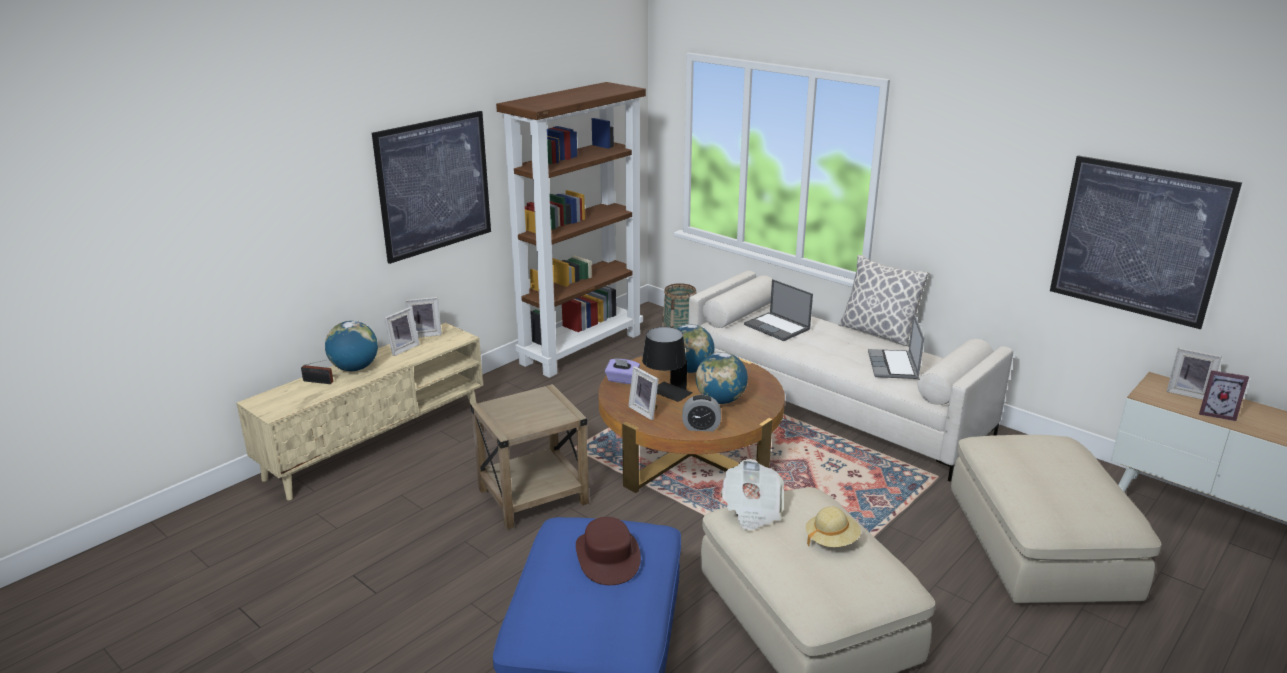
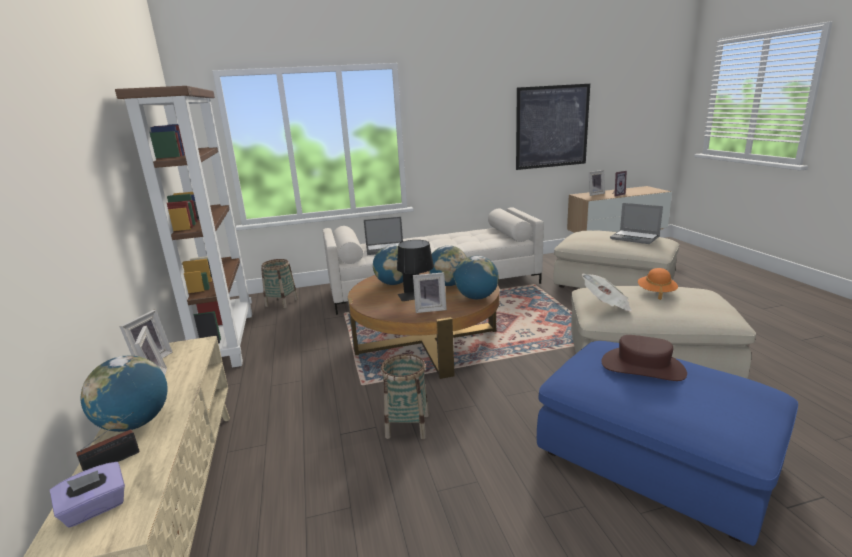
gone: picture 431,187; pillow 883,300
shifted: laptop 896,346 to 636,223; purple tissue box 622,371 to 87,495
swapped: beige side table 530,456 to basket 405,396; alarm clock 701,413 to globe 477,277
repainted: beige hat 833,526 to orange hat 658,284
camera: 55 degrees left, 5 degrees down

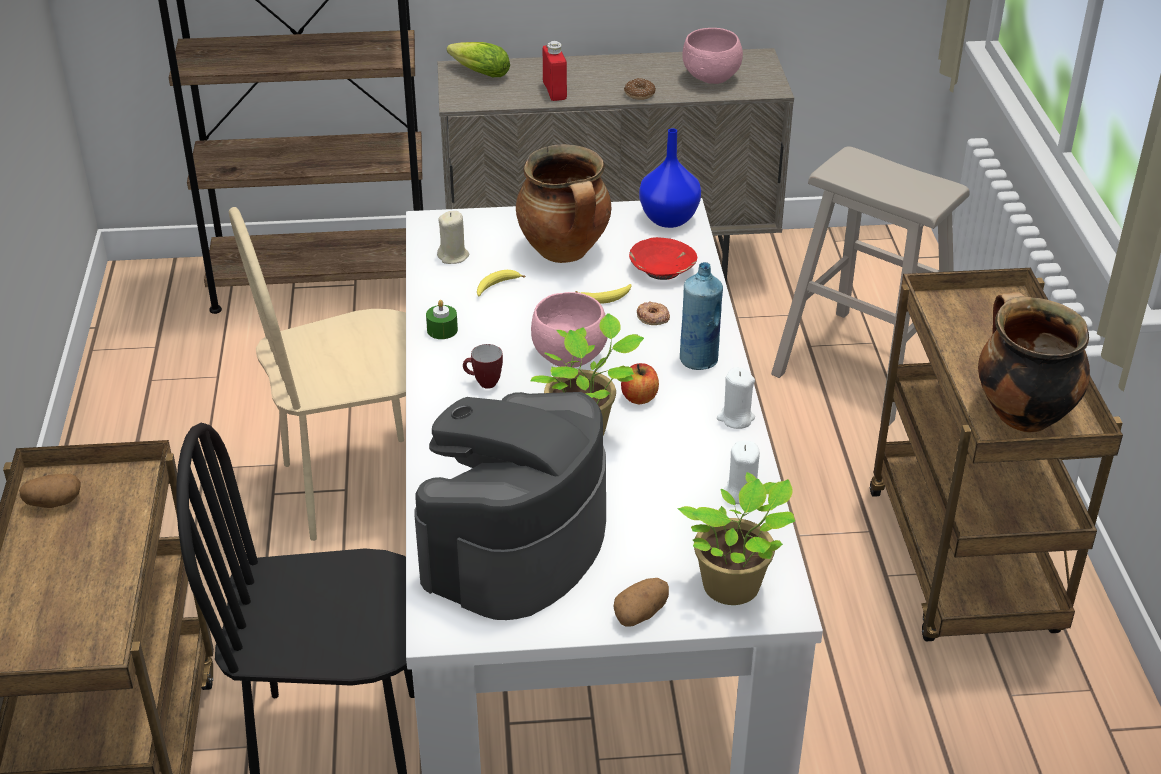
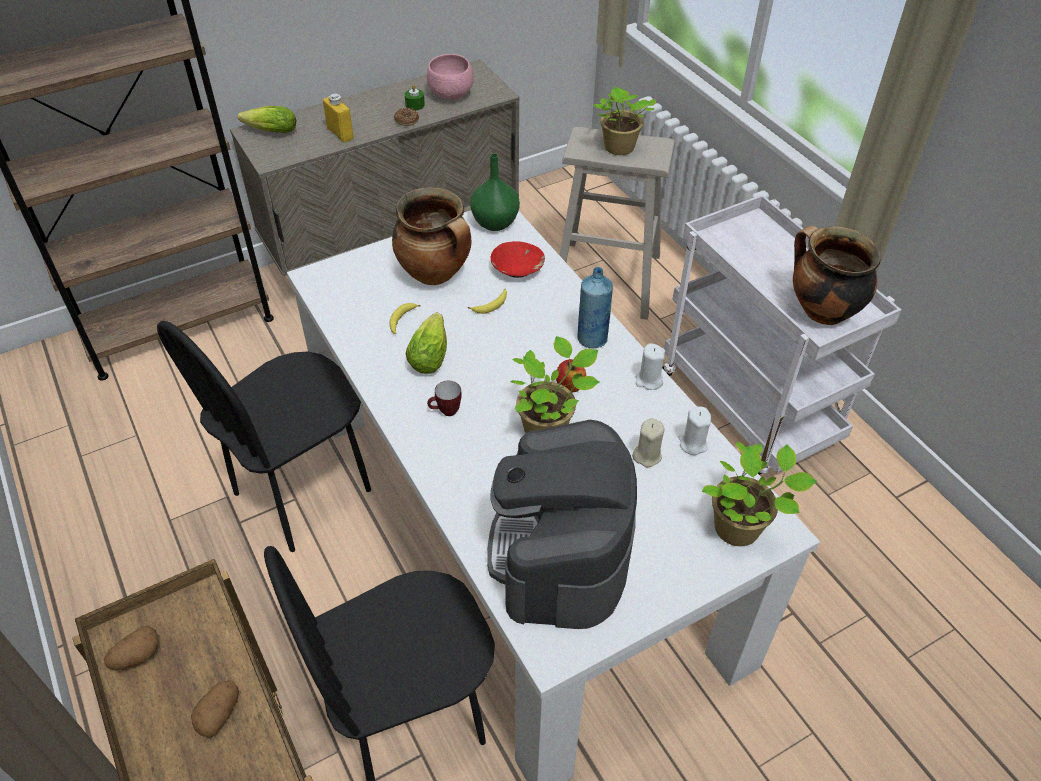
gone: pink bowl 569,330; donut 653,313
new: potted plant 625,121; lettuce 426,343
shifted: beige candle 453,237 to 648,442; green candle 442,319 to 415,97; potato 641,602 to 215,709
repainted: red bottle 555,71 to yellow bottle 338,117; blue vase 670,178 to green vase 495,192; beige chair 317,374 to black chair 264,436; brown cart 996,454 to white cart 782,335
camera: 25 degrees left, 10 degrees up

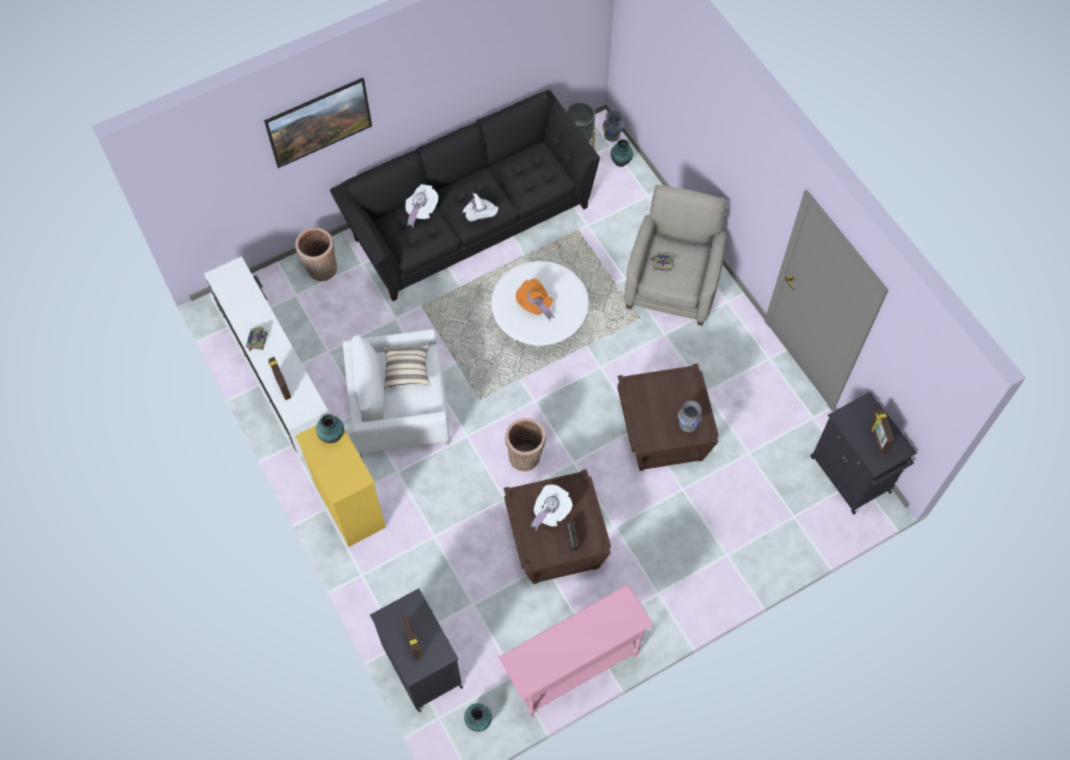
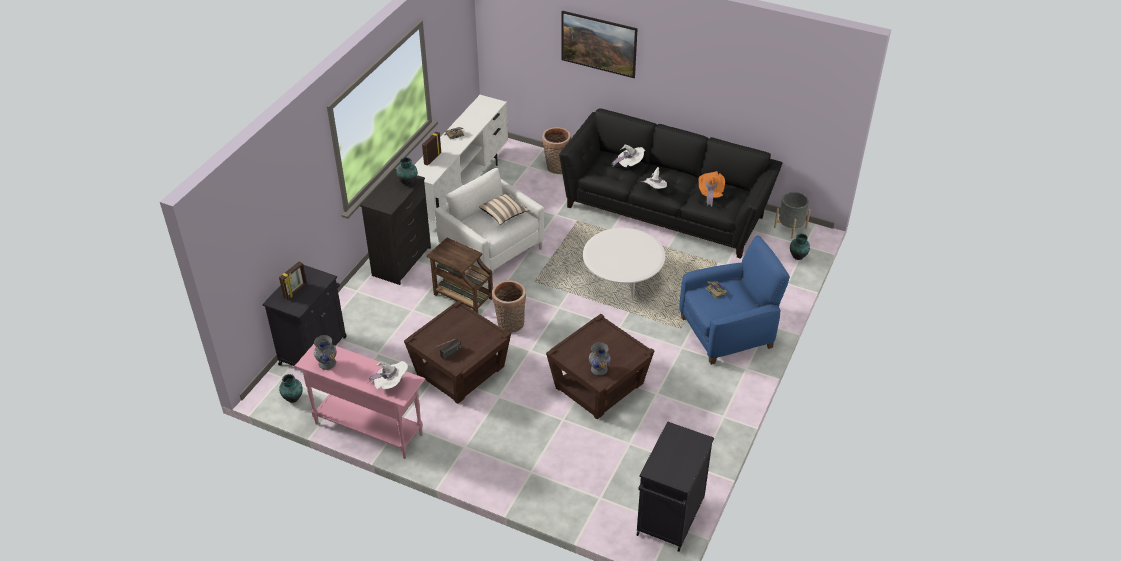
gone: picture frame 883,432
new: brown side table 460,275
shifted: grey vase 613,126 to 325,352; orange hat 535,299 to 711,189; white hat 552,508 to 387,375
repainted: beige armchair 676,255 to blue armchair 735,300; yellow dresser 340,481 to black dresser 395,227
camera: 55 degrees right, 20 degrees down

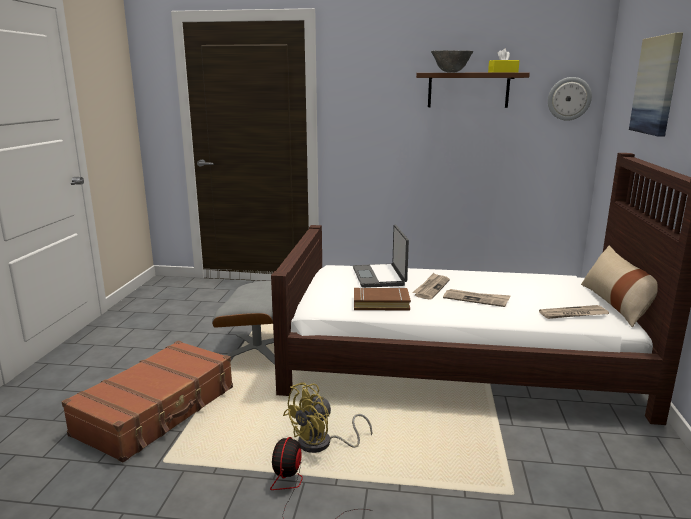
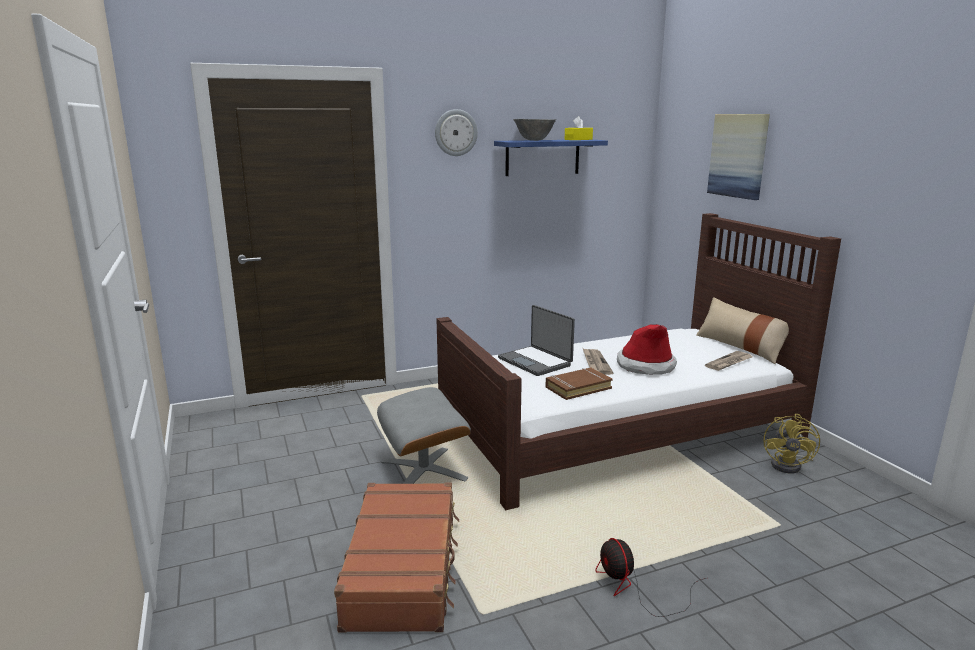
shifted: wall clock 570,99 to 456,132; yellow fan 327,417 to 792,443
swapped: newspaper 477,298 to hat 647,349
repainted: brown shelf 473,90 to blue shelf 551,158
camera: 30 degrees left, 0 degrees up

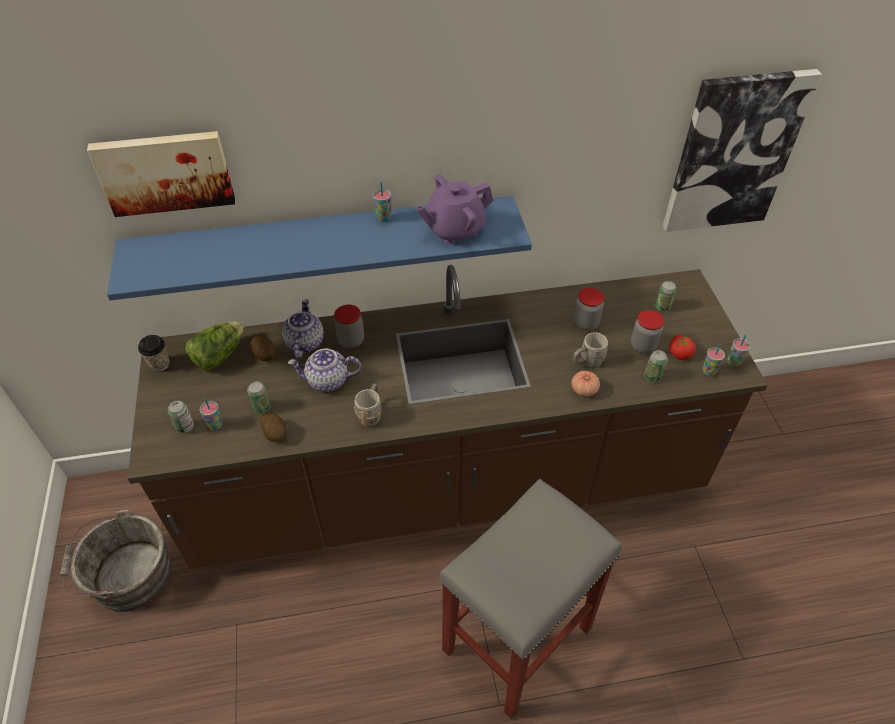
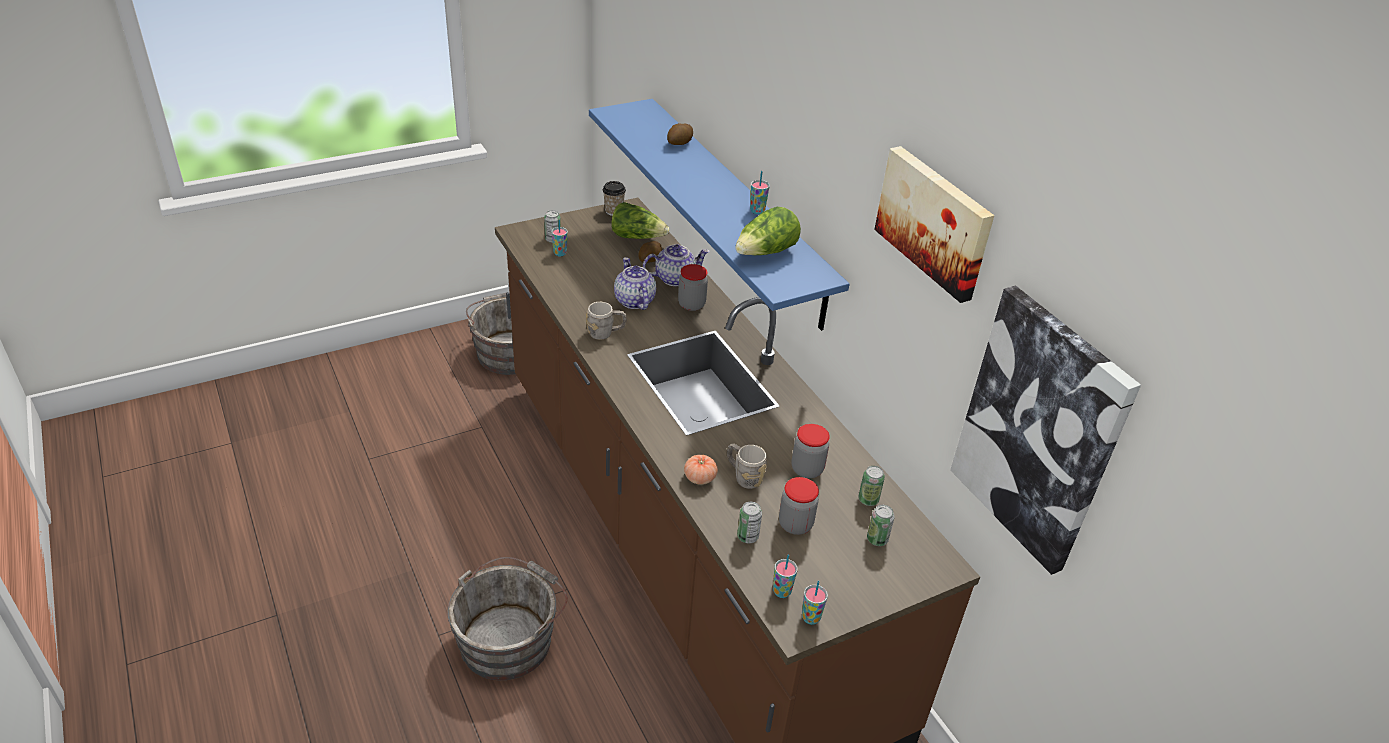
gone: tomato 682,347
shifted: picture 161,174 to 934,224; can 259,397 to 871,486; potato 273,427 to 680,134
swapped: purple teapot 454,209 to lettuce 768,231; grey stool 530,599 to grey bucket 508,618
camera: 70 degrees right, 10 degrees down

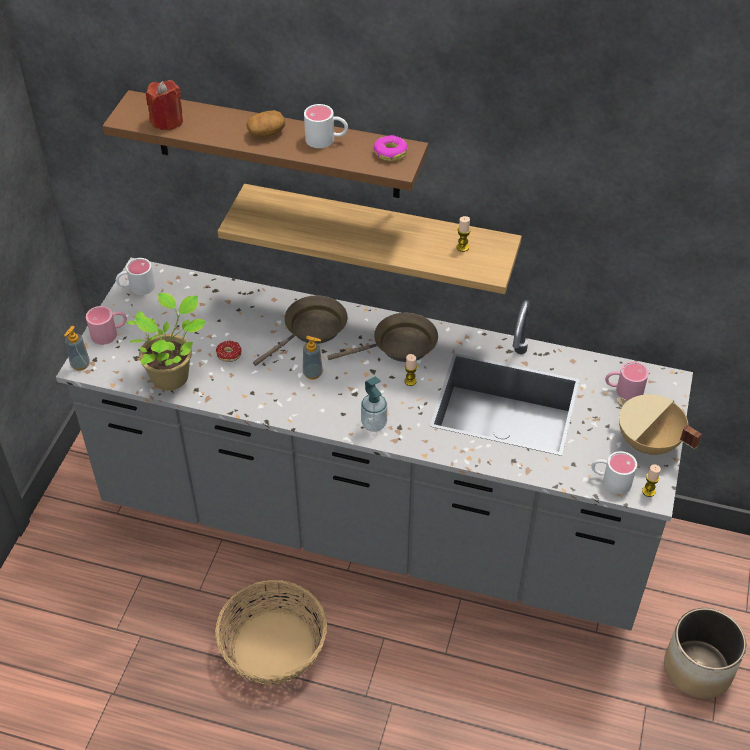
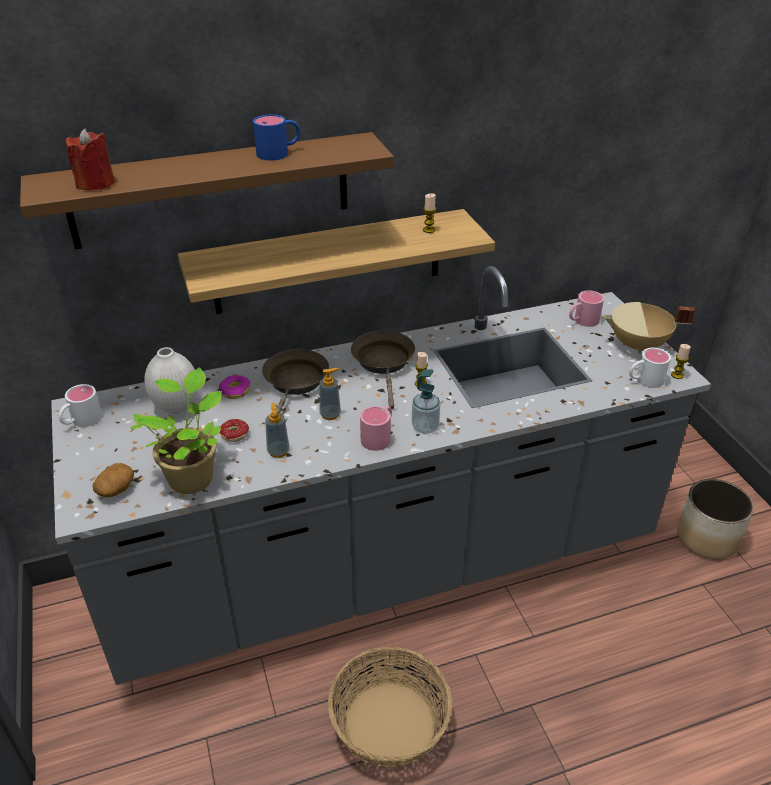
new: white vase 170,380
shifted: potato 265,123 to 113,480; donut 390,148 to 235,387; pink mug 106,325 to 376,428; soap dispenser 77,348 to 277,430
repainted: white mug 326,126 to blue mug 276,137
rotated: brown frying pan 383,337 = 383,369 45 degrees counterclockwise
camera: 35 degrees left, 10 degrees down

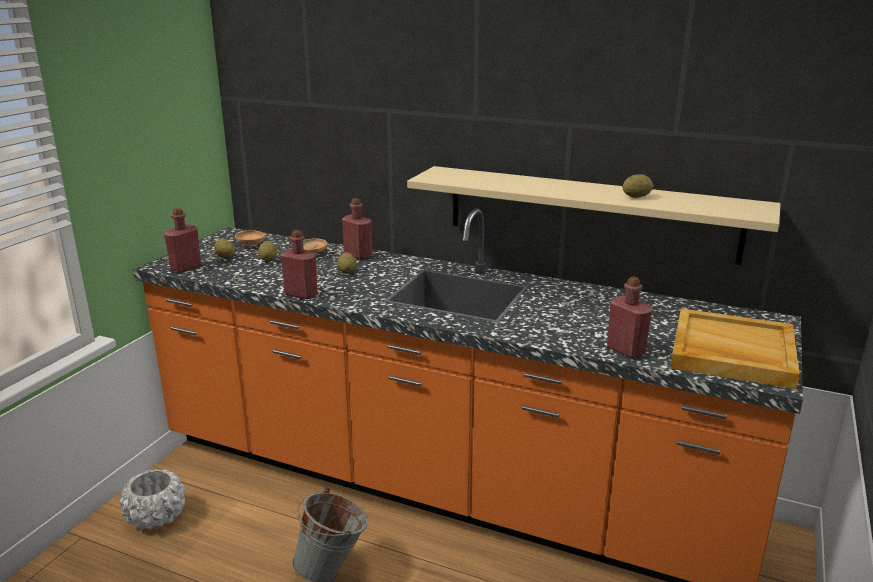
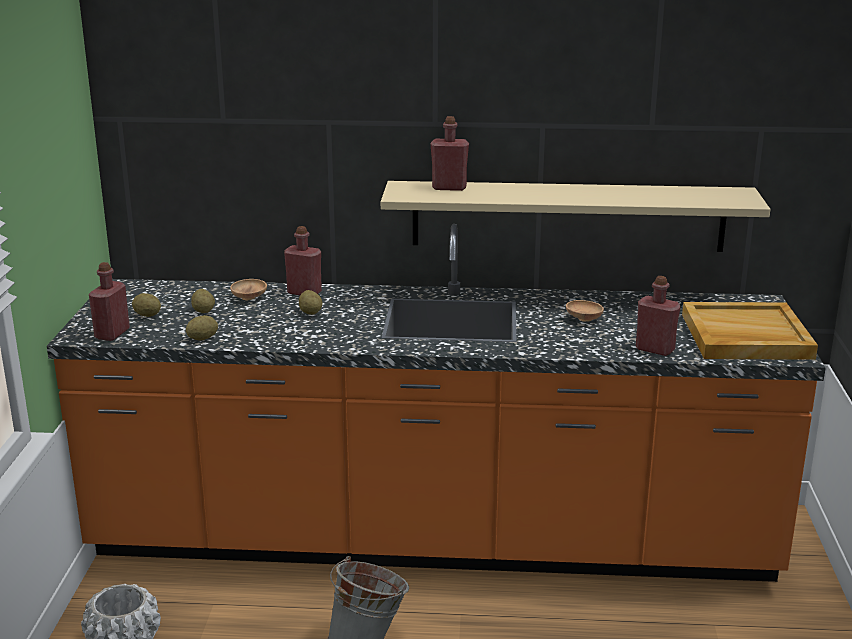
shifted: potato 638,186 to 202,327; brown bowl 250,238 to 585,311; red bottle 299,264 to 450,153
camera: 20 degrees left, 0 degrees up

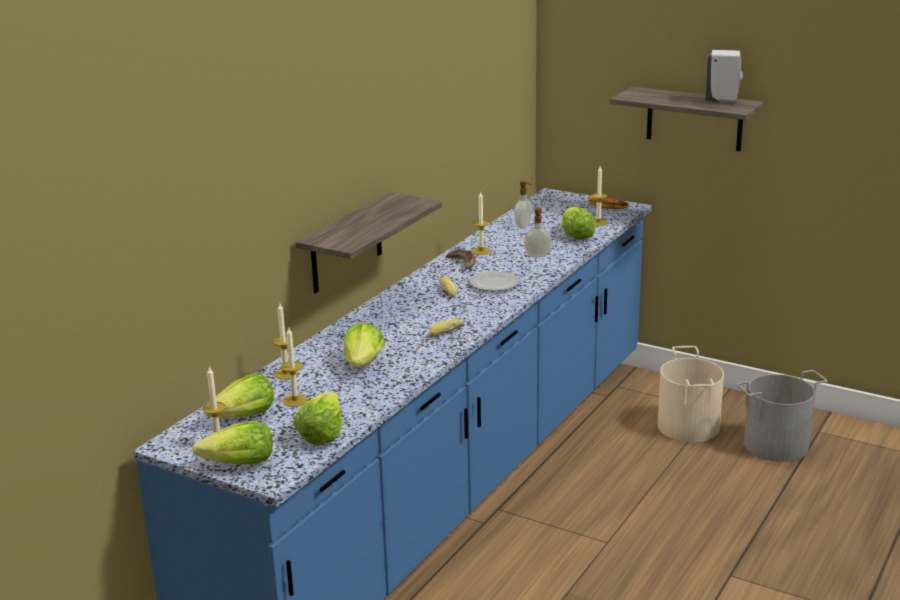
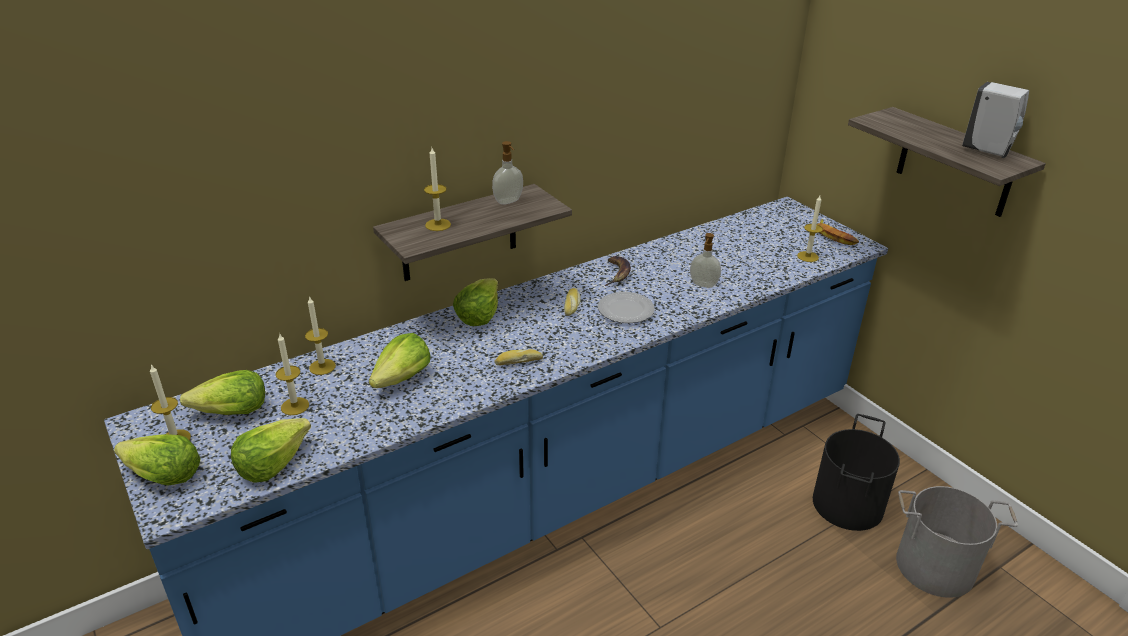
shifted: soap dispenser 523,204 to 507,173; candle 481,223 to 437,189; lettuce 578,223 to 475,302
repainted: beige bucket 691,394 to black bucket 856,472
camera: 25 degrees right, 10 degrees up

